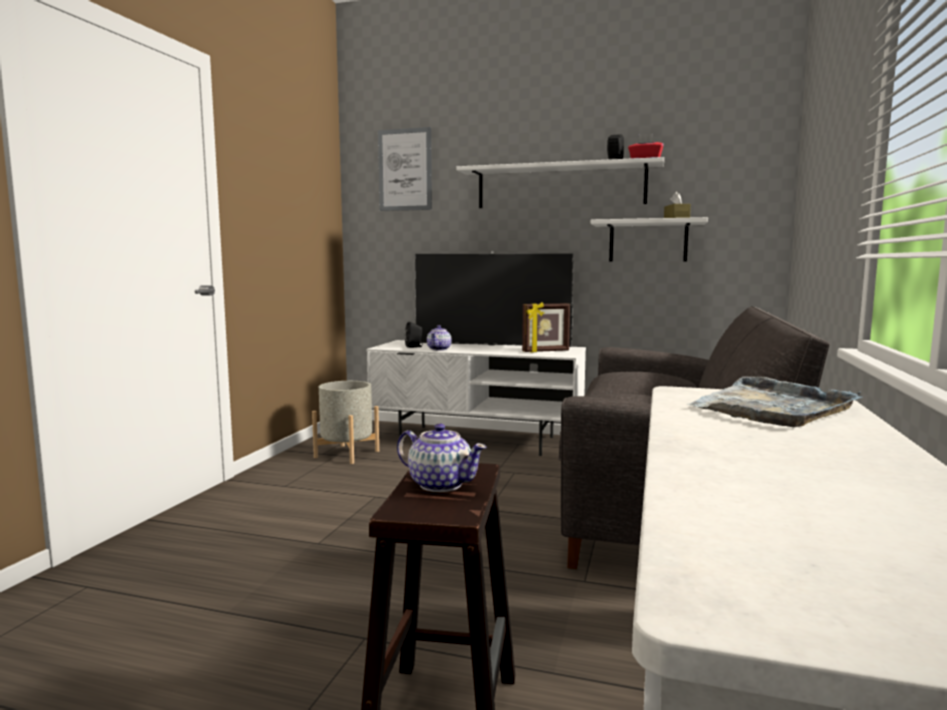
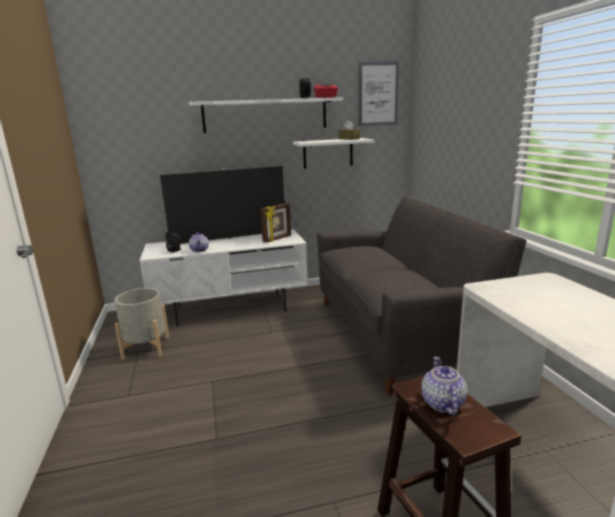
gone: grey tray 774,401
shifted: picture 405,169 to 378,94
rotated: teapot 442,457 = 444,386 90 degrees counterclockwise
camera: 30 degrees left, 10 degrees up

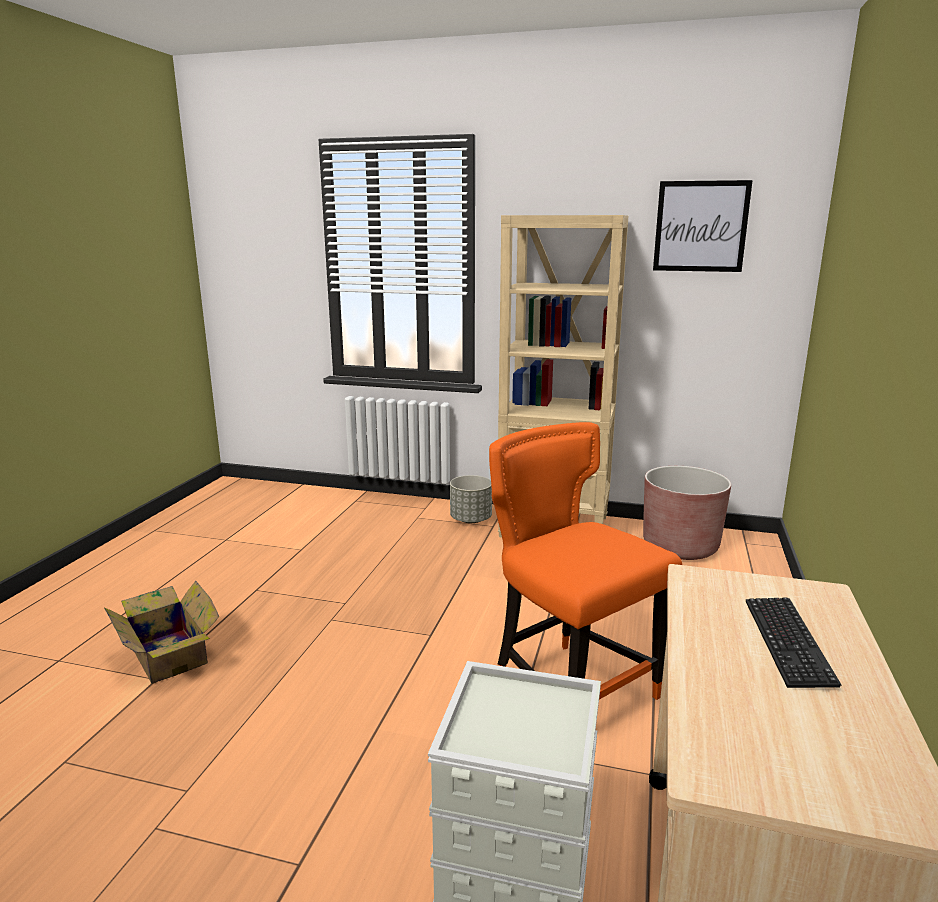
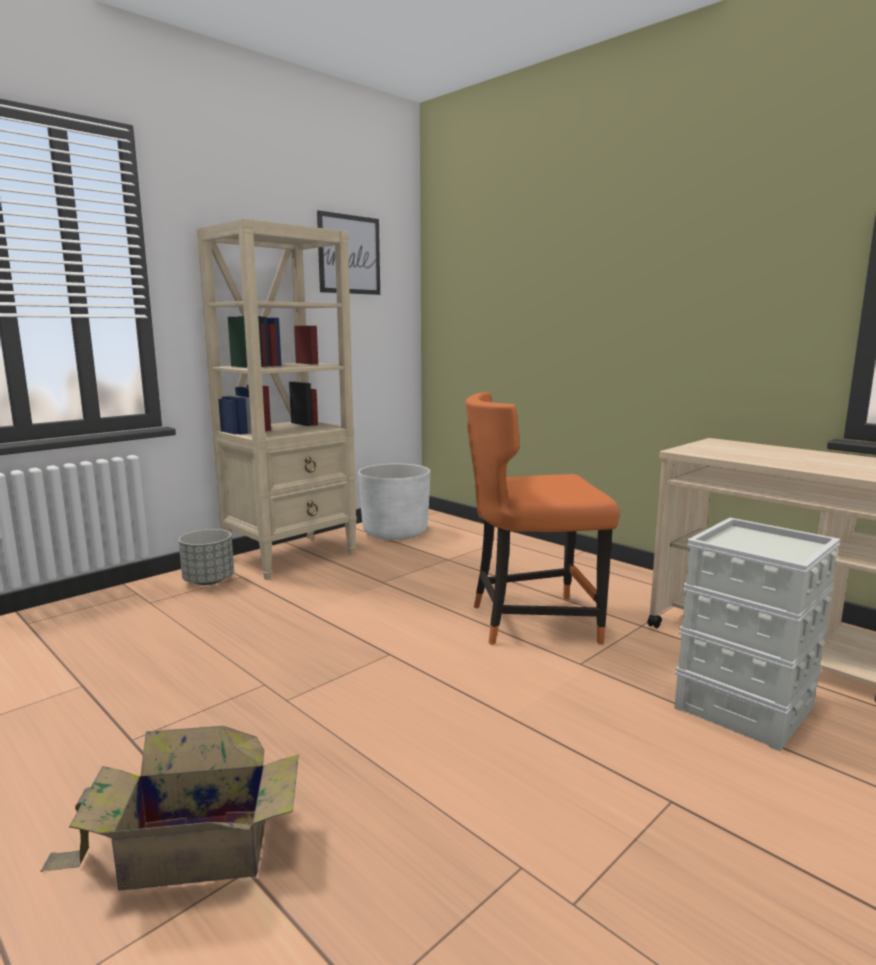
gone: keyboard 793,643
repainted: brown planter 687,513 to white planter 394,501
camera: 60 degrees left, 5 degrees down

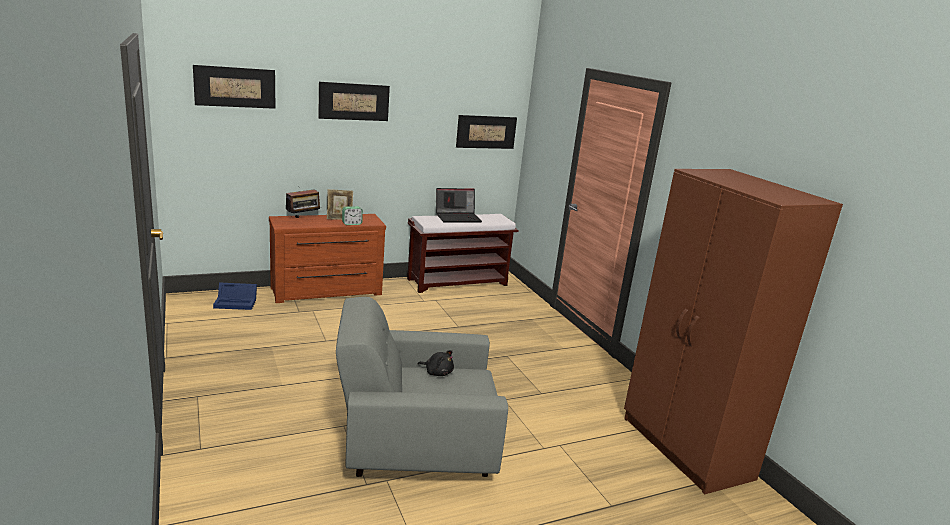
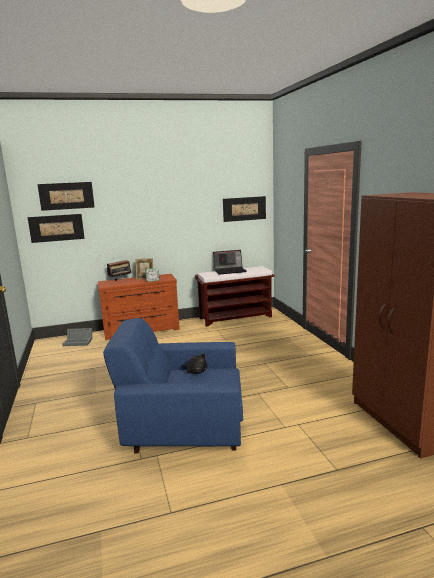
shifted: picture 354,101 to 56,228
repainted: blue storage box 235,296 to grey storage box 77,337; grey armchair 422,387 to blue armchair 173,386
camera: 10 degrees right, 5 degrees down

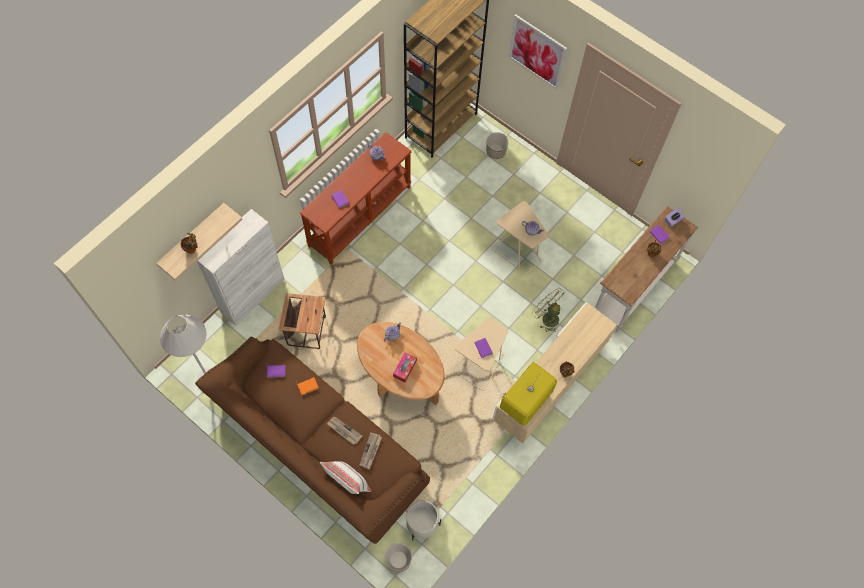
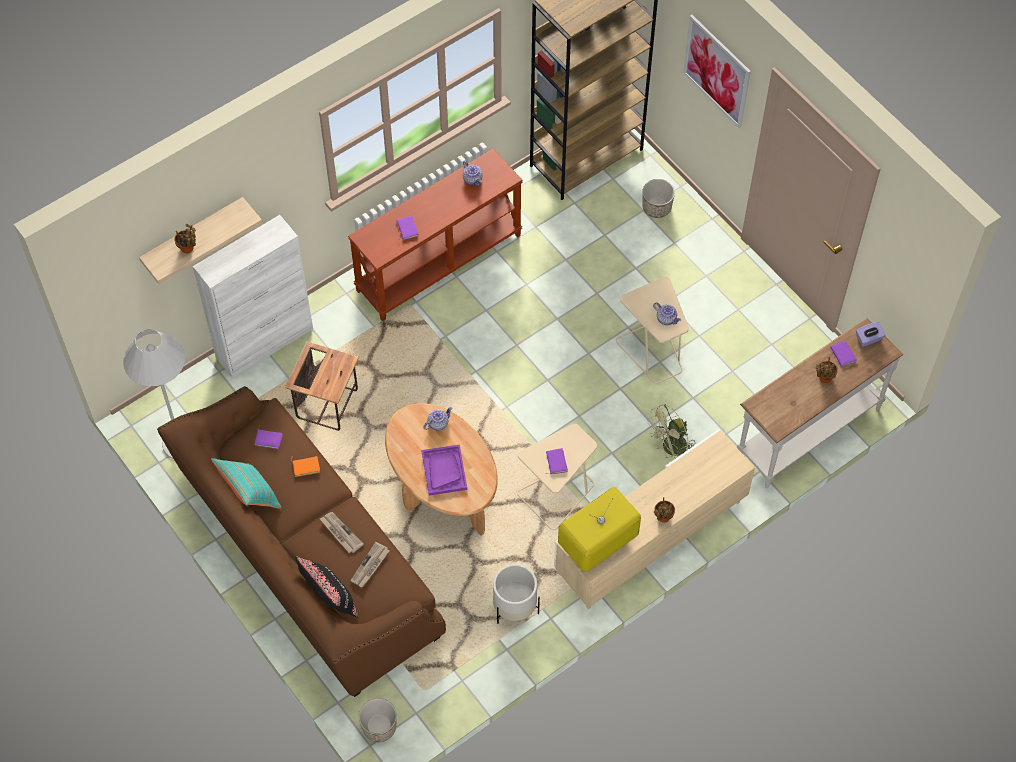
new: turquoise pillow 246,483
shifted: white planter 423,520 to 516,594
swapped: tissue box 405,367 to purple tray 444,470
repainted: white pillow 345,477 to black pillow 327,586
rotated: green fan 548,310 = 671,431 90 degrees counterclockwise
camera: 15 degrees right, 5 degrees down

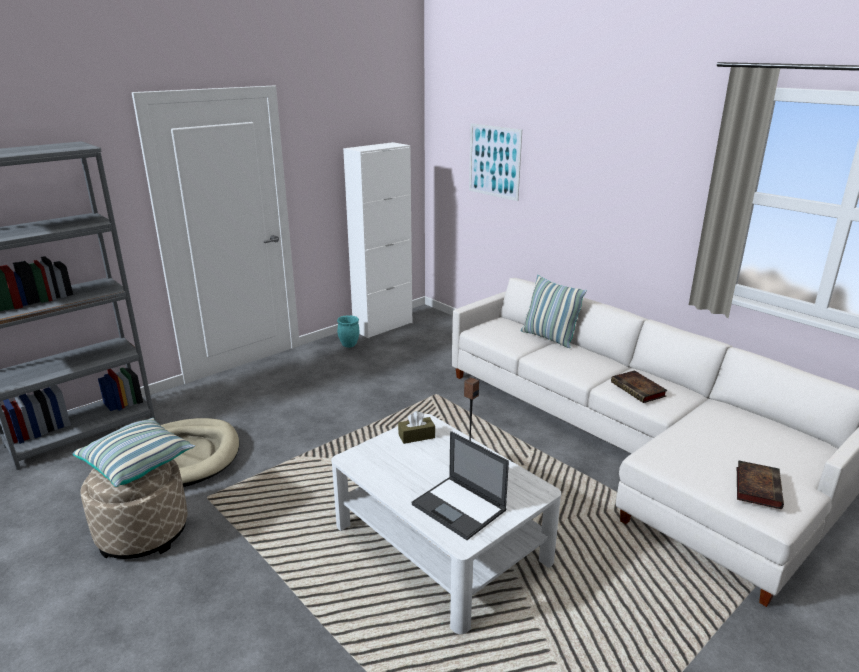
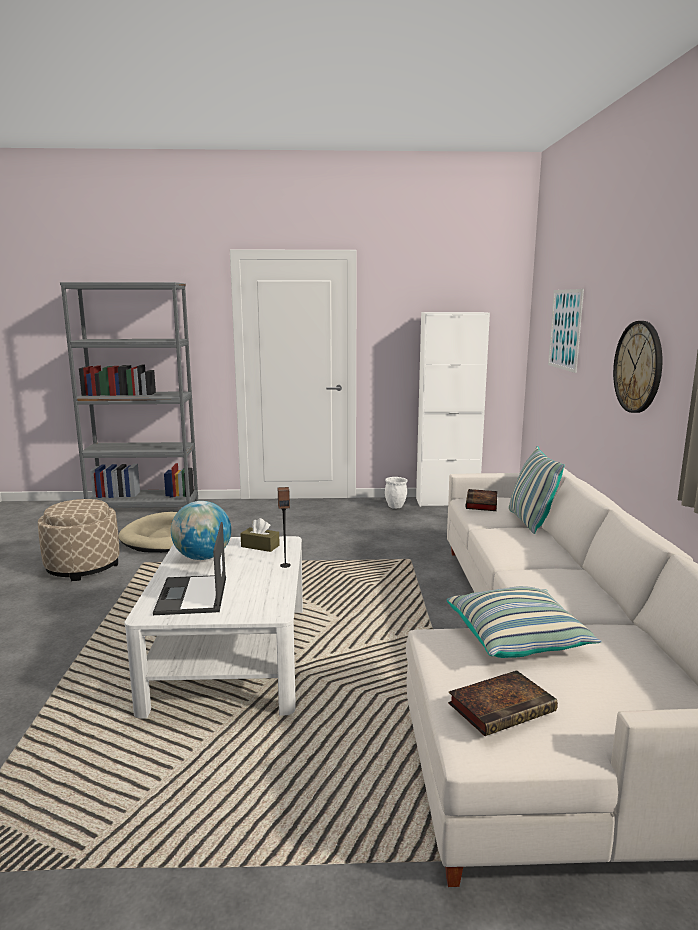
new: wall clock 637,367; globe 201,530
shifted: book 639,386 to 481,500; pillow 133,452 to 524,622
repainted: turquoise planter 348,331 to white planter 396,493
camera: 40 degrees right, 10 degrees down

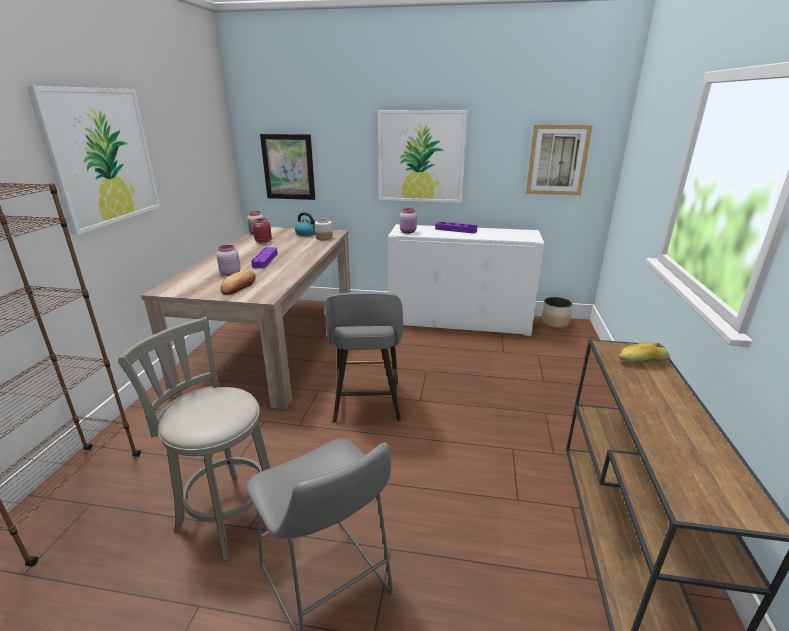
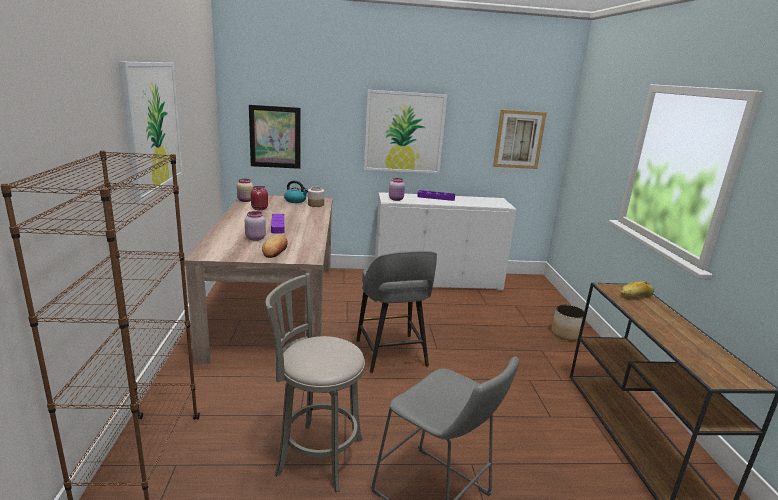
shifted: planter 556,312 to 568,322
camera: 15 degrees left, 5 degrees down

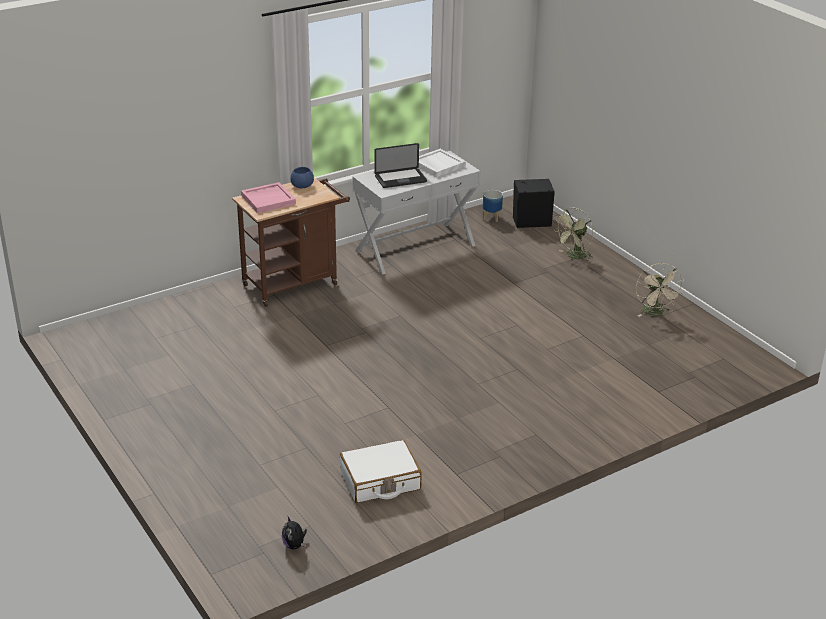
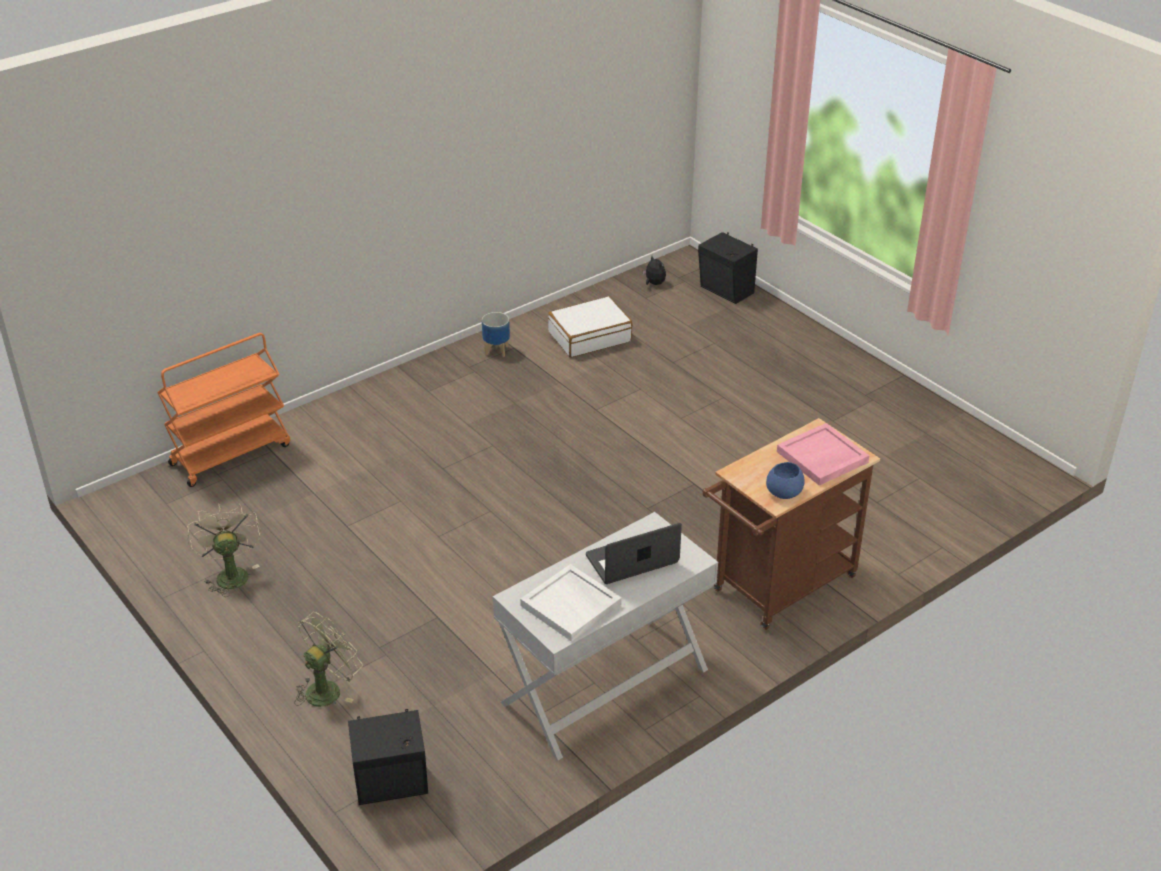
new: black speaker 728,268; orange cart 223,410
shifted: planter 493,206 to 496,334
camera: 175 degrees right, 5 degrees up

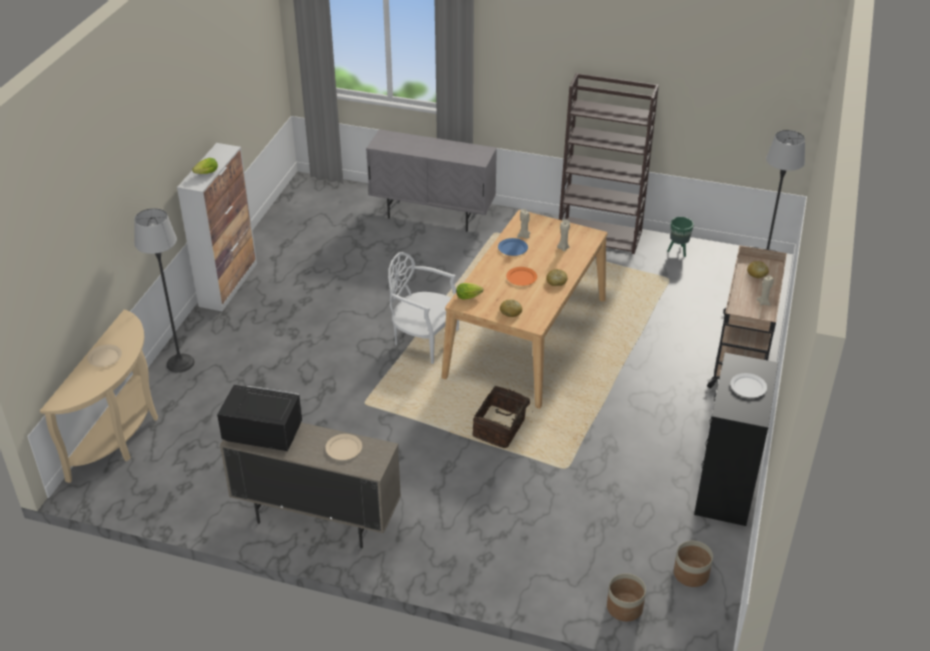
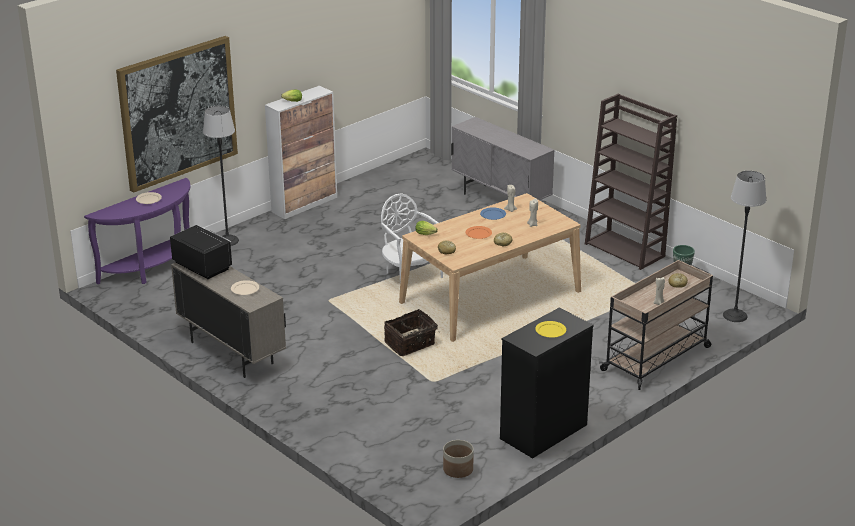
gone: planter 626,597
new: picture 177,114
repainted: beige console table 99,396 to purple console table 137,231; white plate 748,385 to yellow plate 550,329
camera: 30 degrees right, 10 degrees down

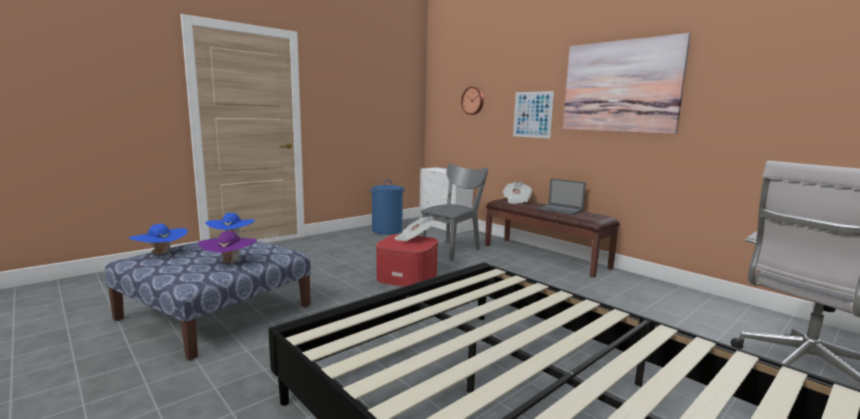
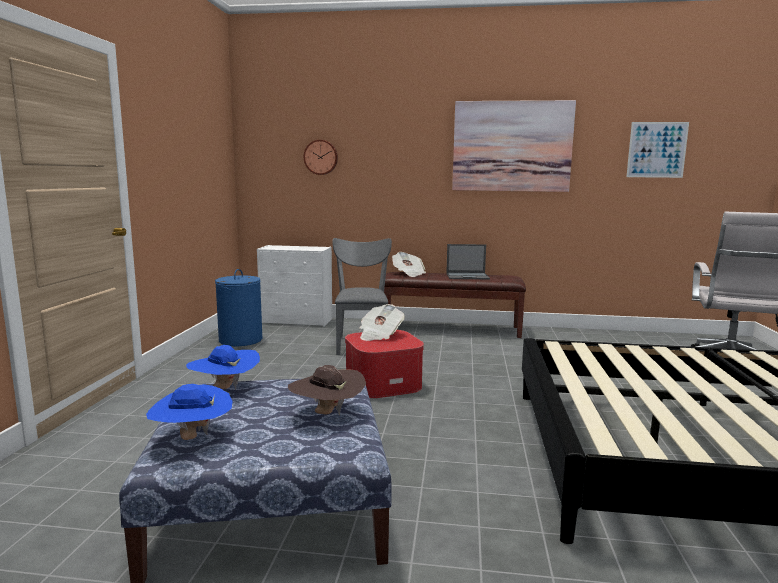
shifted: picture 533,114 to 657,150
repainted: purple hat 227,248 to brown hat 327,390
camera: 40 degrees left, 0 degrees up

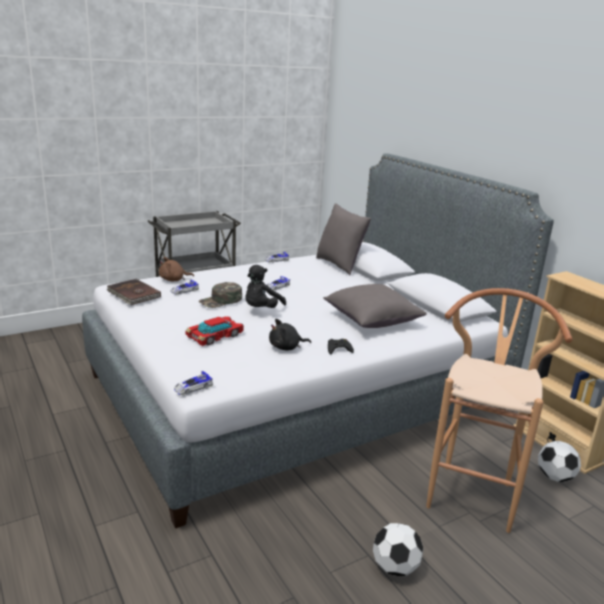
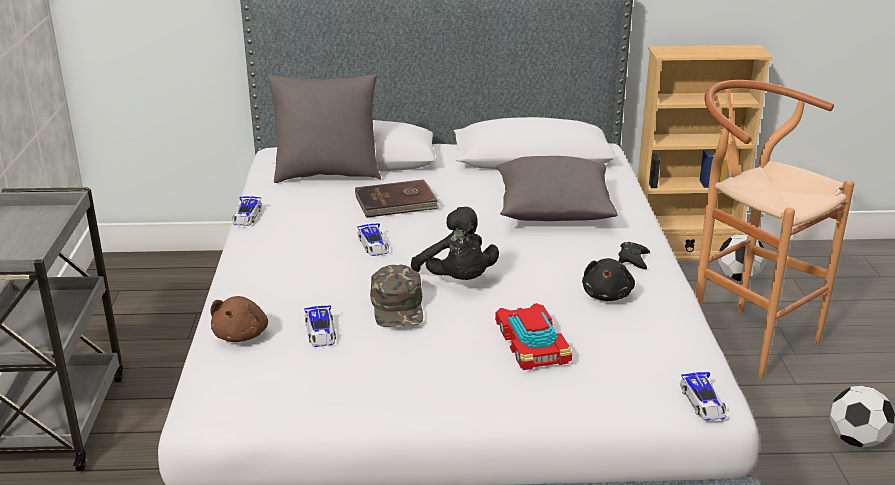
shifted: brown book 134,292 to 397,199
camera: 60 degrees left, 5 degrees up

